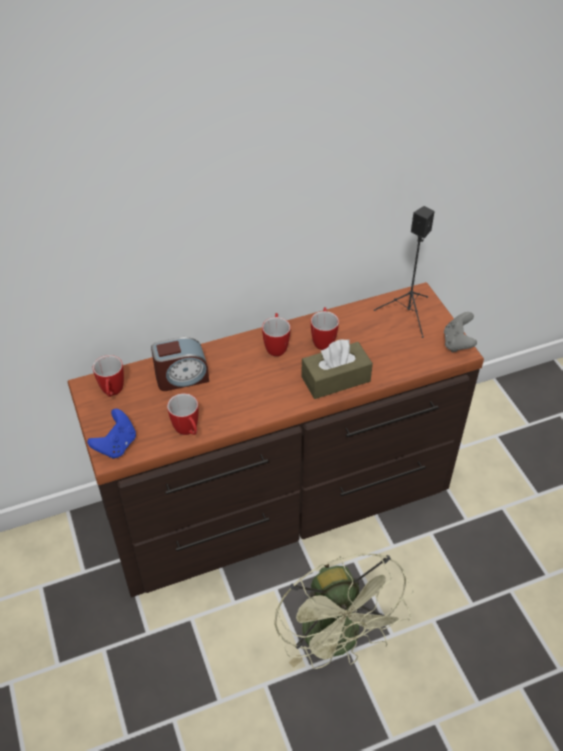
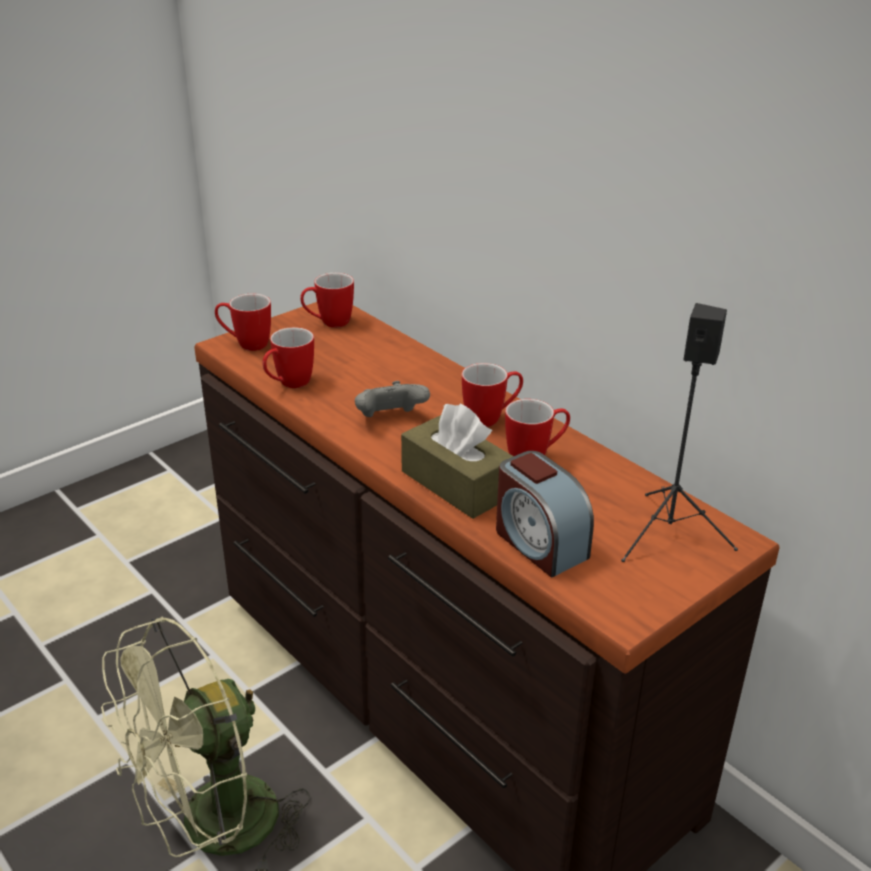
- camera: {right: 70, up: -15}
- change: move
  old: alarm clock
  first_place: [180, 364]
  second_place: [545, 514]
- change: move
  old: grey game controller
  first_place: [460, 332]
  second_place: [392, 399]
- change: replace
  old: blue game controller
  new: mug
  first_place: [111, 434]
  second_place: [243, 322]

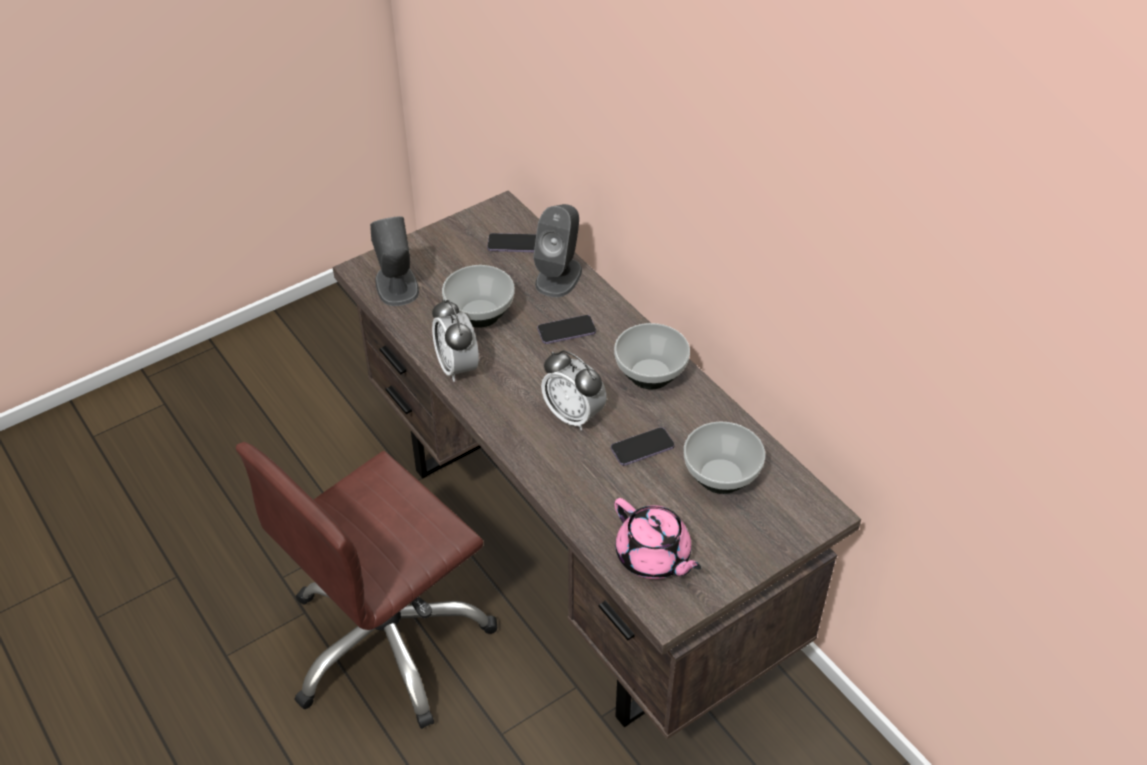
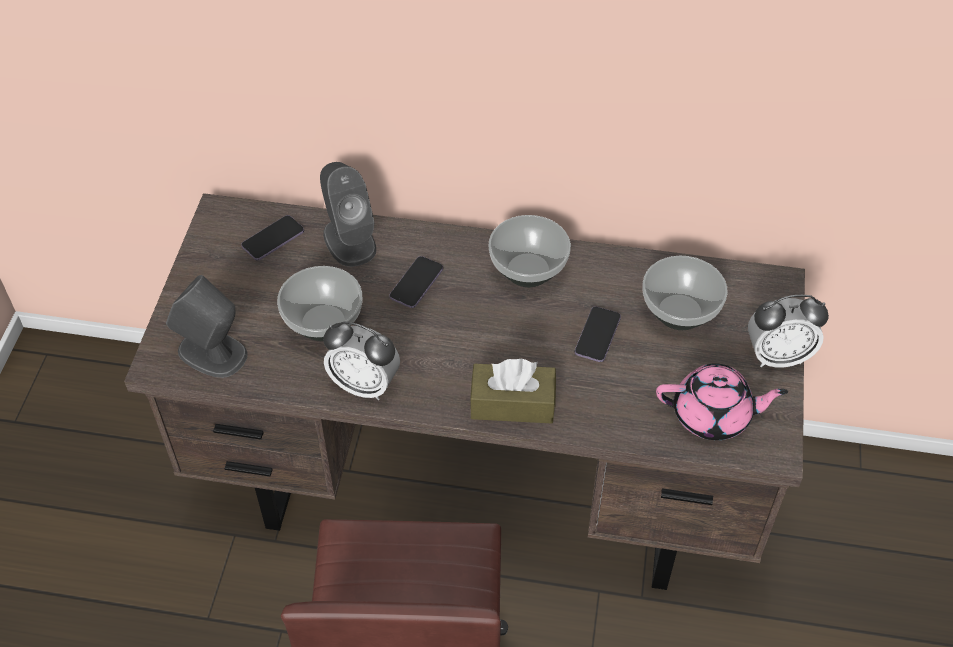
- camera: {right: -45, up: 5}
- change: insert
  new: brown tissue box
  second_place: [513, 391]
- change: move
  old: alarm clock
  first_place: [574, 390]
  second_place: [788, 331]

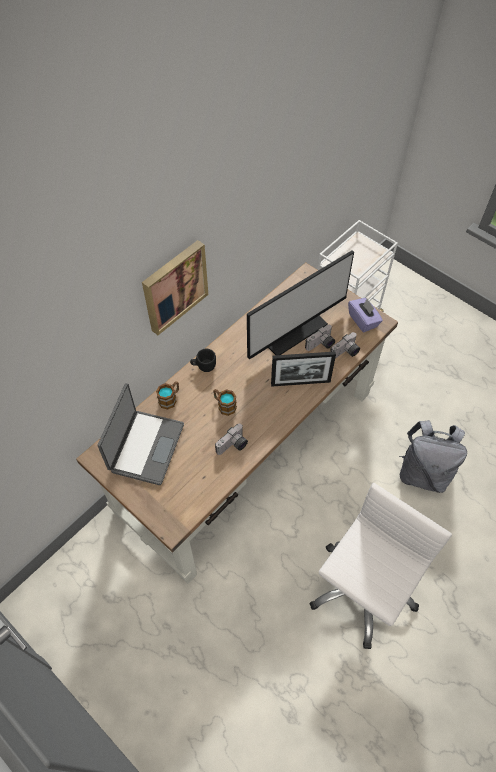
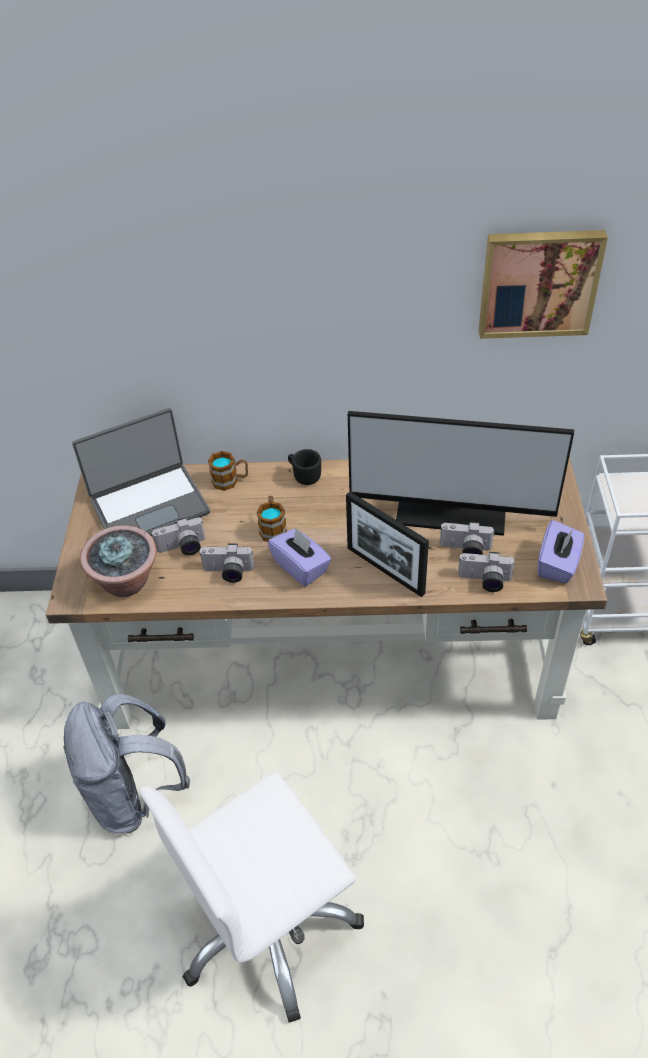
- camera: {right: 50, up: -10}
- change: insert
  new: potted plant
  second_place: [118, 561]
- change: insert
  new: photo camera
  second_place: [178, 536]
- change: insert
  new: purple tissue box
  second_place: [300, 557]
- change: move
  old: picture
  first_place: [175, 287]
  second_place: [543, 284]
- change: move
  old: grey backpack
  first_place: [433, 456]
  second_place: [127, 764]
- change: rotate
  old: white office chair
  first_place: [380, 566]
  second_place: [251, 897]
  degrees: 150

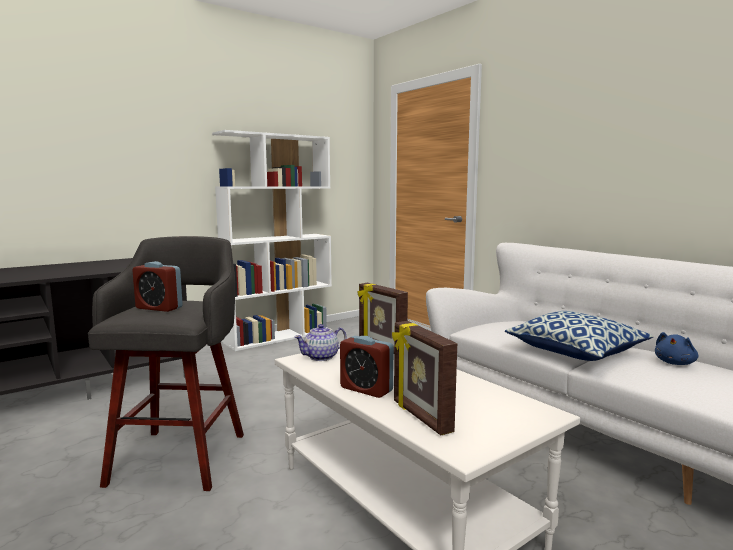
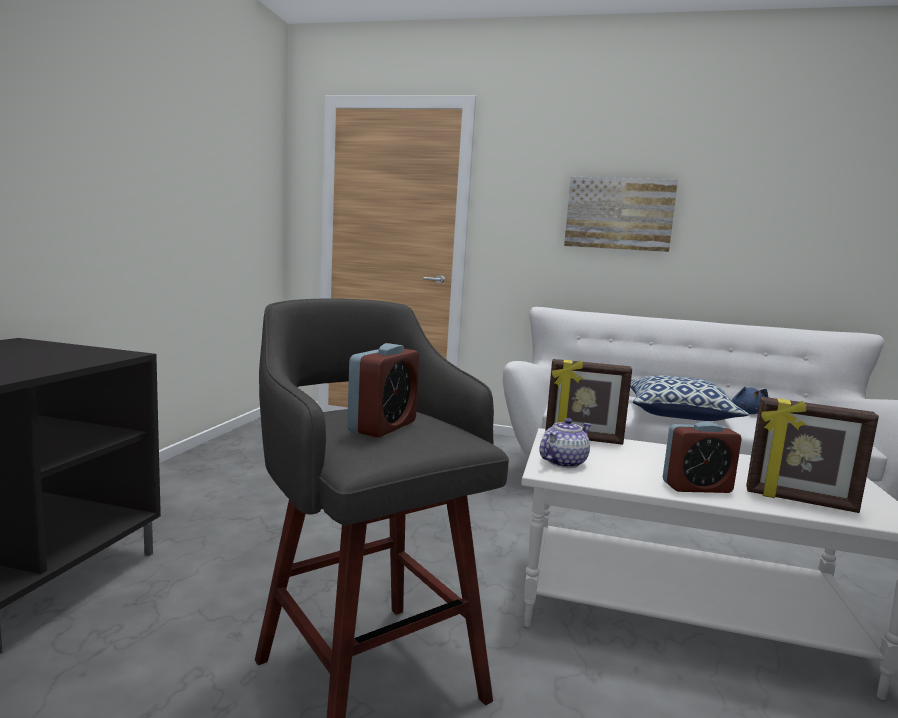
- camera: {right: -40, up: 0}
- change: delete
  old: white bookcase
  first_place: [272, 240]
- change: insert
  new: picture
  second_place: [621, 214]
- change: rotate
  old: alarm clock
  first_place: [157, 286]
  second_place: [383, 390]
  degrees: -45
- change: rotate
  old: teapot
  first_place: [320, 342]
  second_place: [565, 443]
  degrees: -150

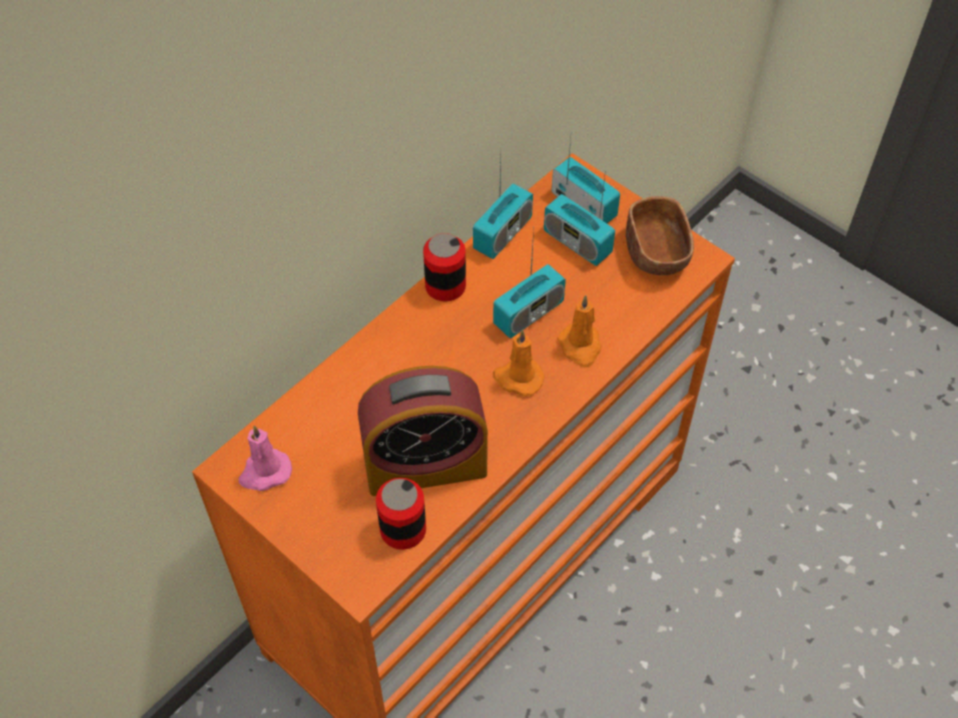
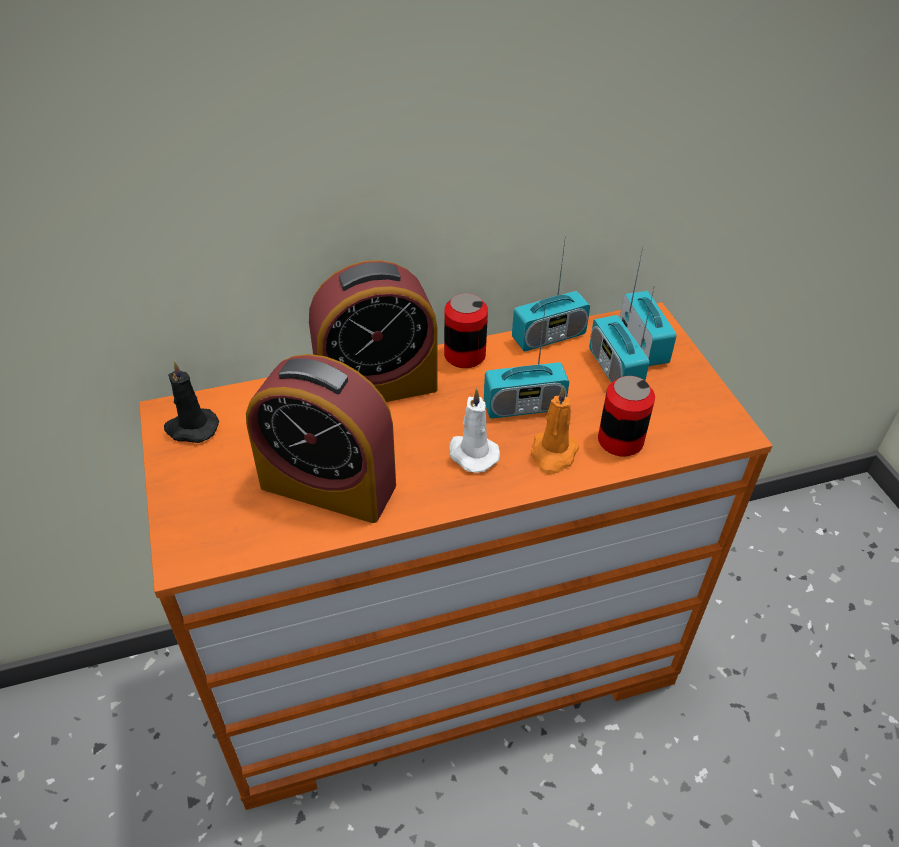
- camera: {right: 30, up: -10}
- change: delete
  old: brown bowl
  first_place: [660, 235]
- change: insert
  new: alarm clock
  second_place: [373, 331]
- change: move
  old: can
  first_place: [401, 514]
  second_place: [626, 416]
- change: recolor
  old: pink candle
  new: black candle
  first_place: [265, 458]
  second_place: [191, 402]
- change: recolor
  old: orange candle
  new: white candle
  first_place: [519, 362]
  second_place: [474, 430]

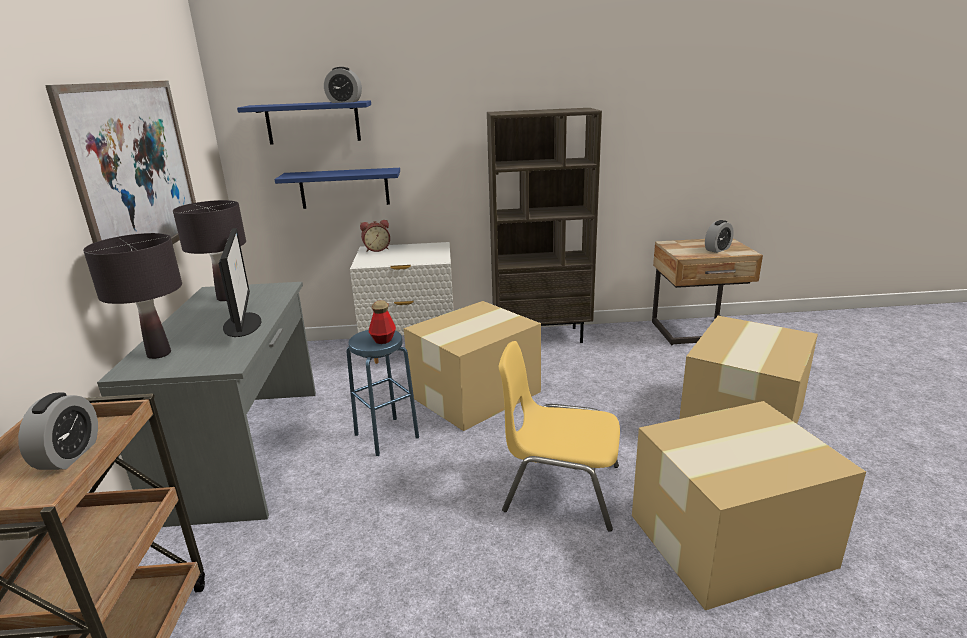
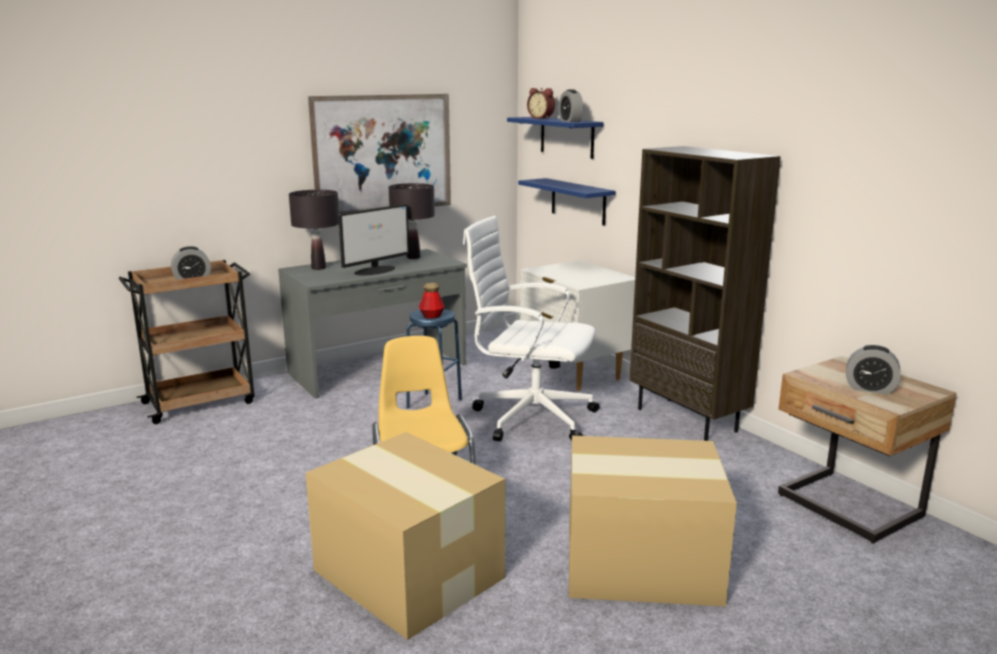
- camera: {right: 60, up: -5}
- change: move
  old: alarm clock
  first_place: [375, 236]
  second_place: [541, 103]
- change: replace
  old: cardboard box
  new: white office chair
  first_place: [472, 366]
  second_place: [531, 328]

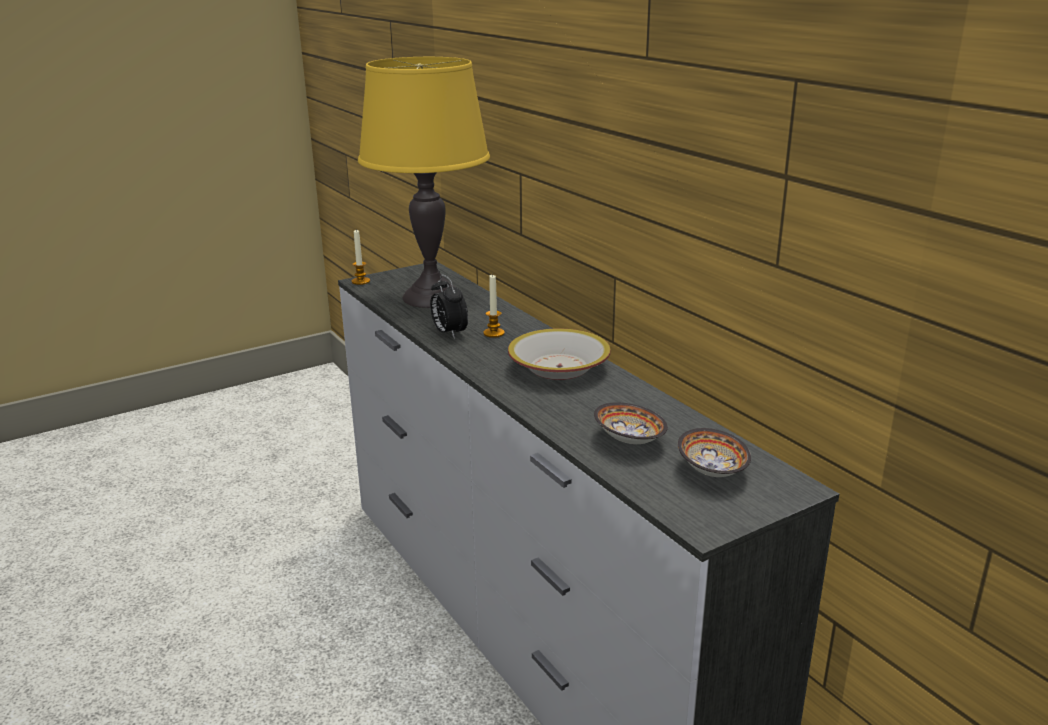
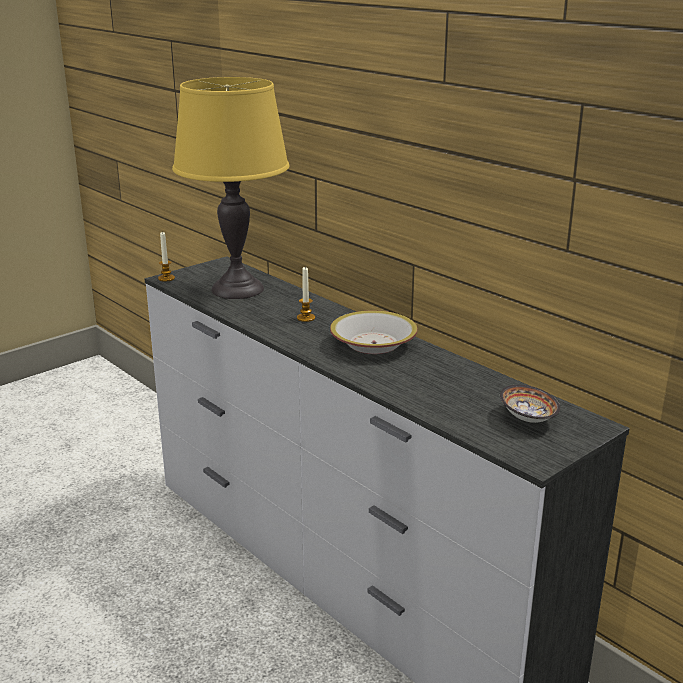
- camera: {right: -10, up: 0}
- change: delete
  old: alarm clock
  first_place: [449, 307]
- change: delete
  old: bowl
  first_place: [631, 423]

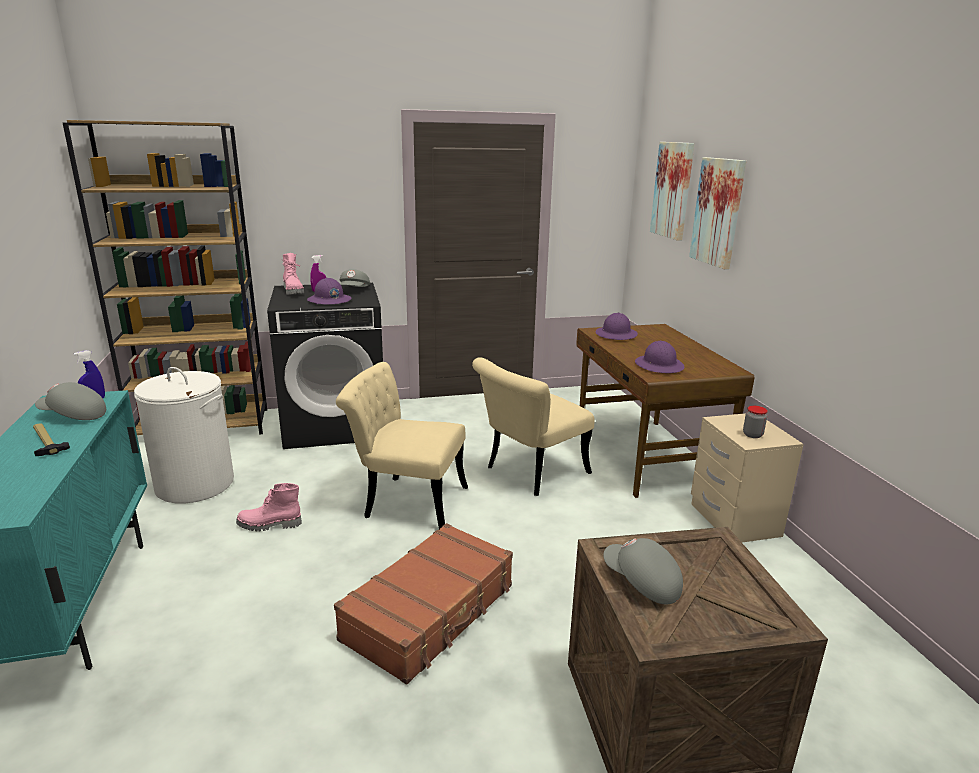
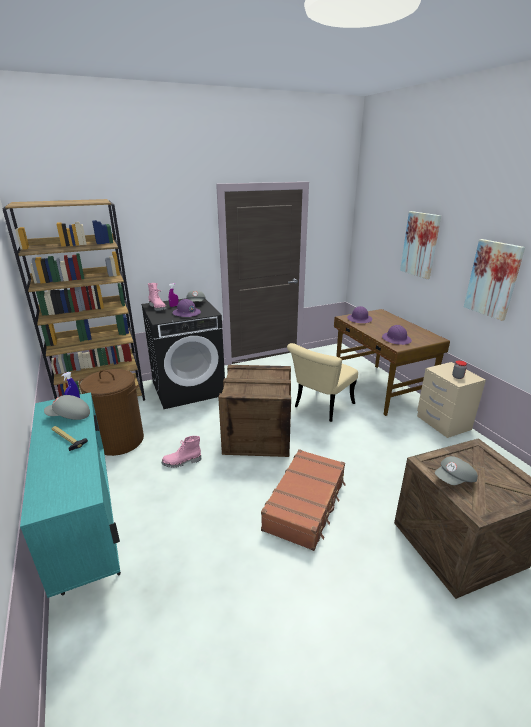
- camera: {right: -10, up: 5}
- change: move
  old: picture
  first_place: [672, 191]
  second_place: [494, 280]
- change: replace
  old: beige chair
  new: crate
  first_place: [402, 445]
  second_place: [254, 411]
- change: recolor
  old: white laundry basket
  new: brown laundry basket
  first_place: [184, 435]
  second_place: [111, 412]
- change: rotate
  old: grey cap
  first_place: [643, 571]
  second_place: [456, 470]
  degrees: -60

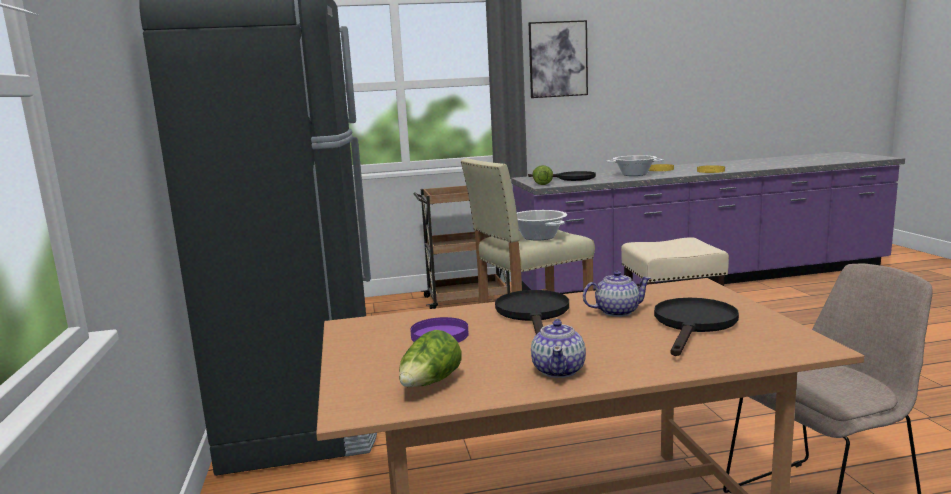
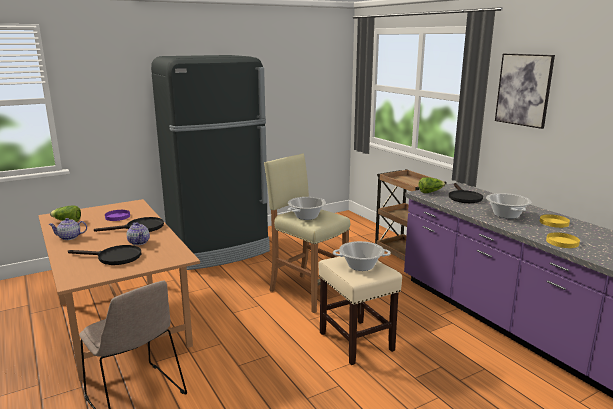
- camera: {right: 70, up: 5}
- change: insert
  new: cooking pot
  second_place: [362, 256]

